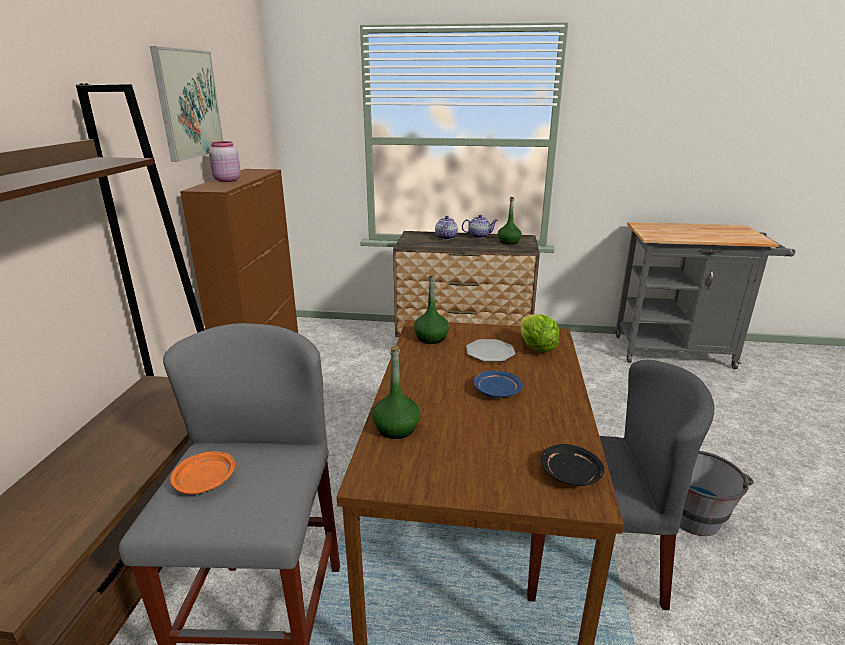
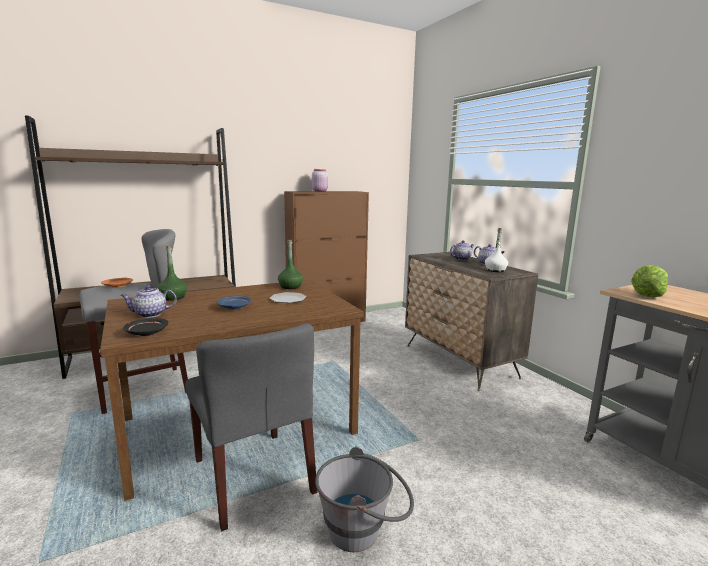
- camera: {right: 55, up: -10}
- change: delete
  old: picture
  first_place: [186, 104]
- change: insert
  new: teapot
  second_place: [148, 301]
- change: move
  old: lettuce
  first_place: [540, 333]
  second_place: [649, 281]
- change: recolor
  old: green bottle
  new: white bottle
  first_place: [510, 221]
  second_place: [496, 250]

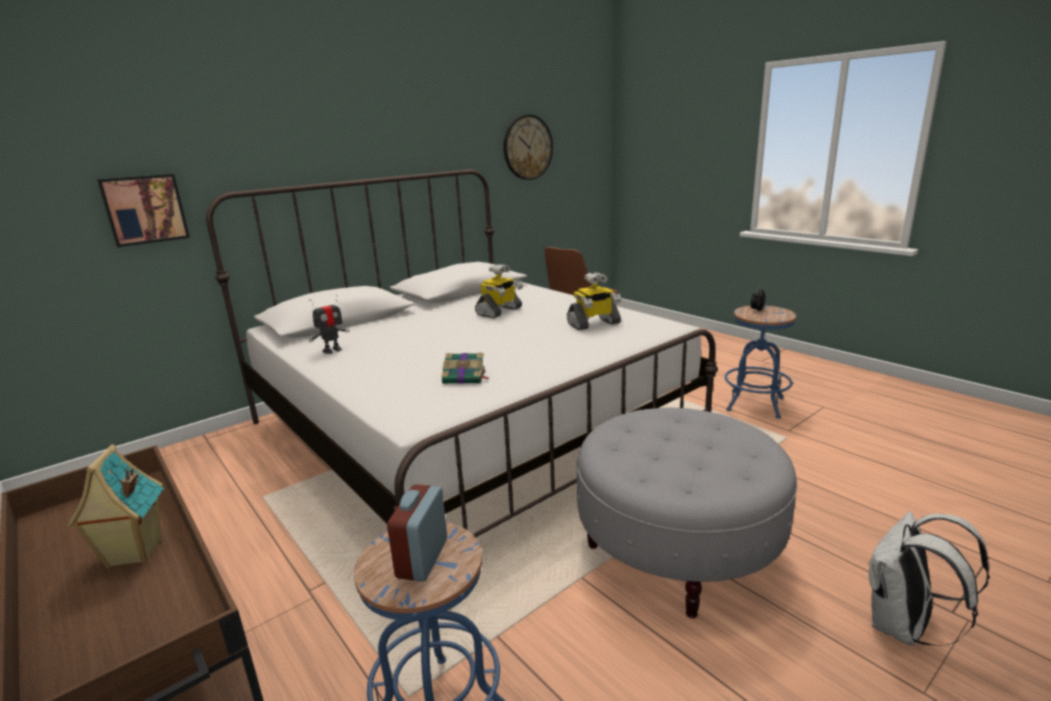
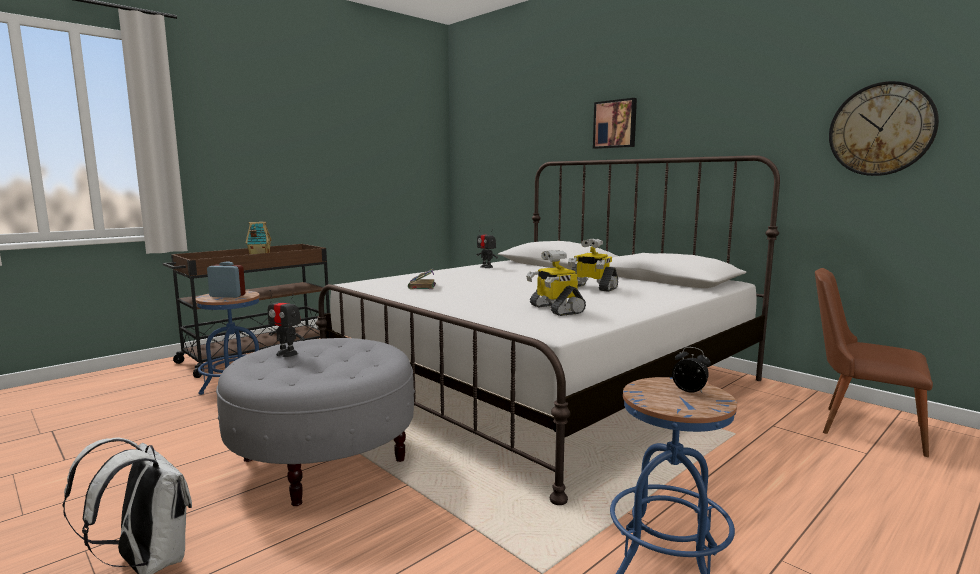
- camera: {right: 85, up: -10}
- change: insert
  new: toy robot
  second_place: [286, 323]
- change: move
  old: picture
  first_place: [143, 210]
  second_place: [615, 123]

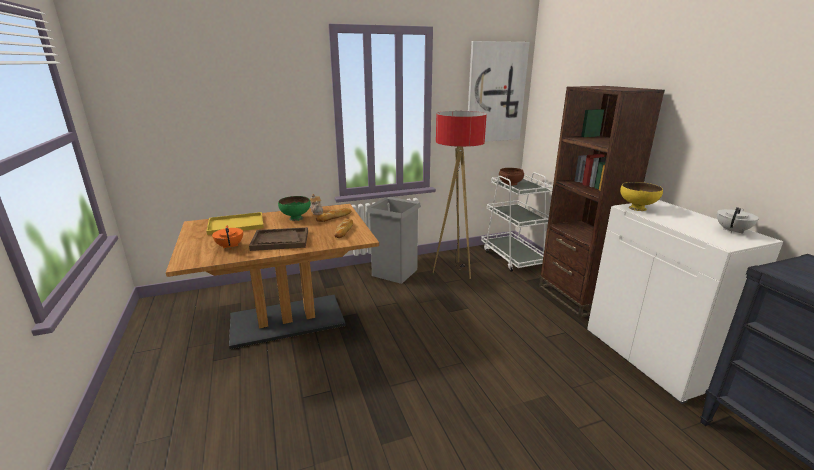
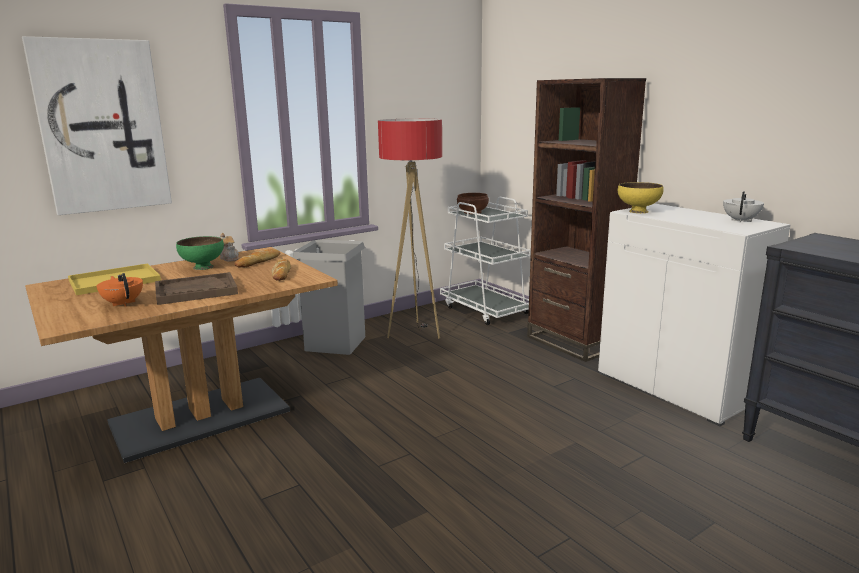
- camera: {right: -15, up: -5}
- change: move
  old: picture
  first_place: [499, 91]
  second_place: [97, 125]

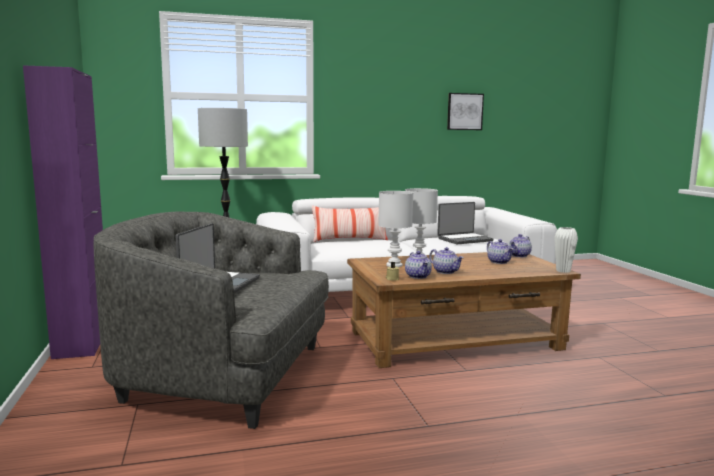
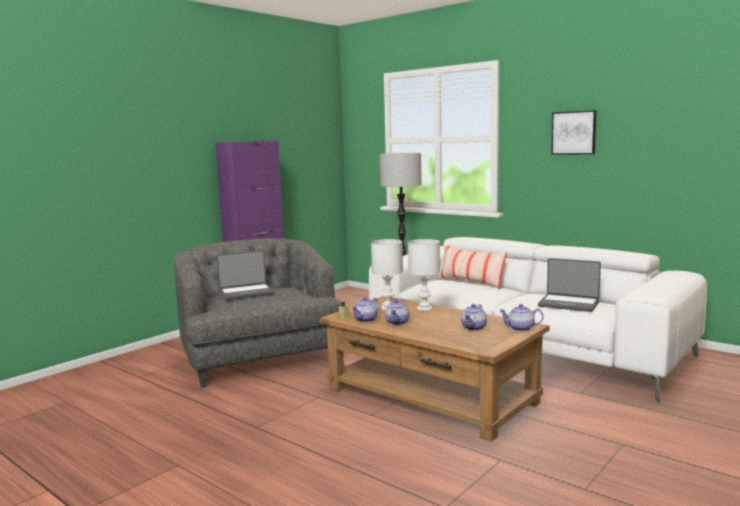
- camera: {right: 55, up: 0}
- change: delete
  old: white vase
  first_place: [566, 250]
- change: move
  old: picture
  first_place: [465, 111]
  second_place: [573, 132]

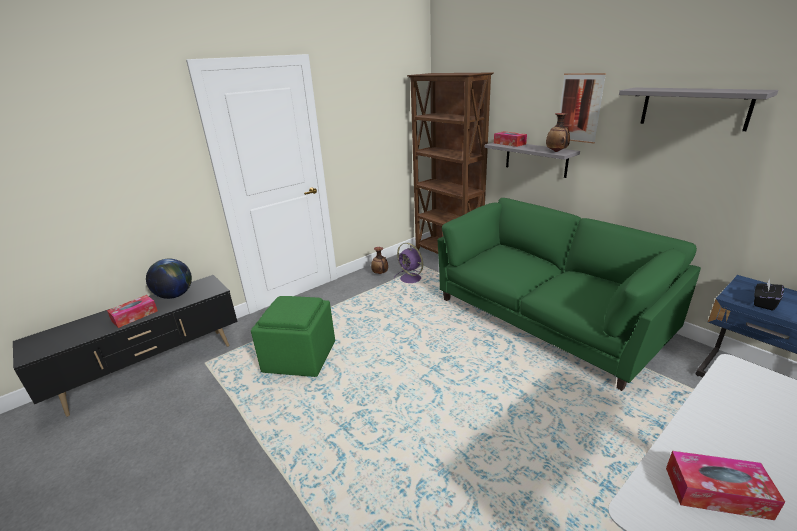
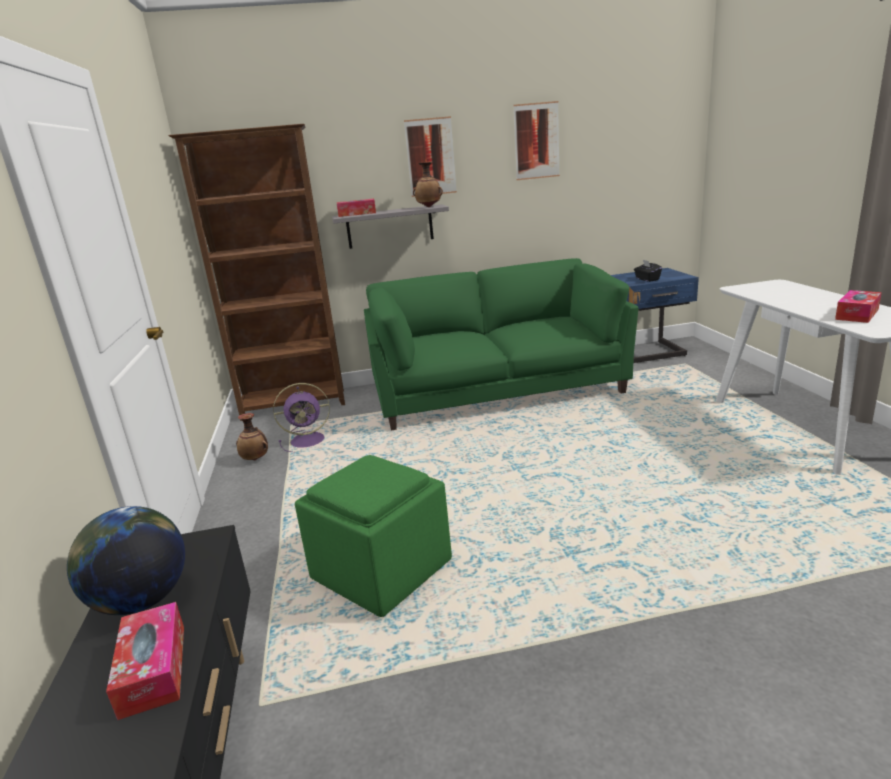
- camera: {right: -60, up: -5}
- change: replace
  old: grey shelf
  new: picture
  first_place: [698, 109]
  second_place: [536, 140]

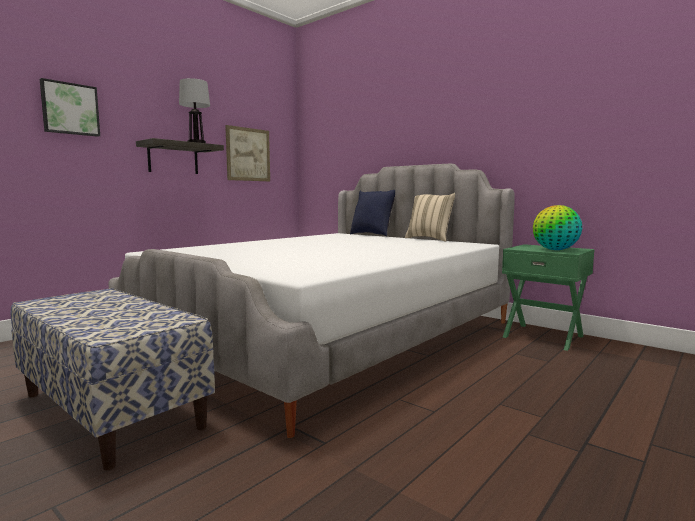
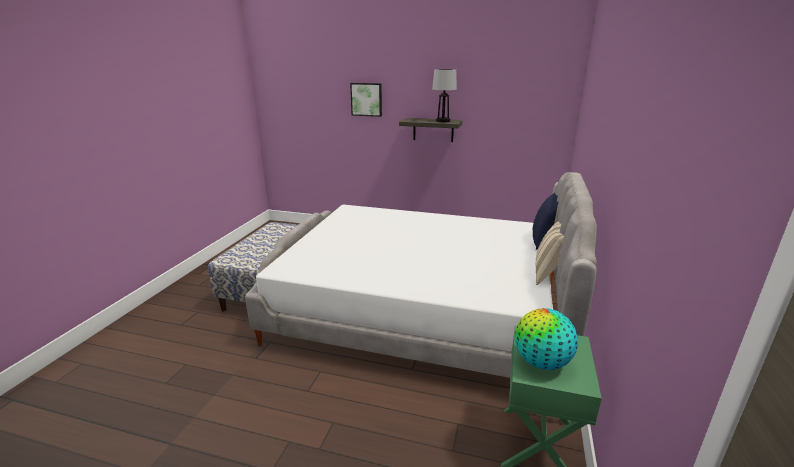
- camera: {right: 65, up: 15}
- change: delete
  old: picture
  first_place: [247, 153]

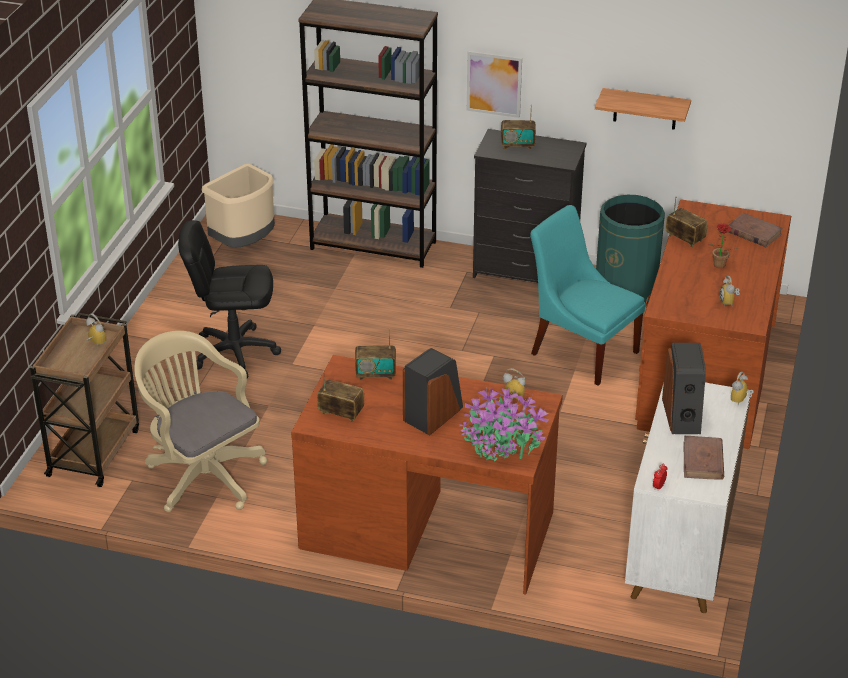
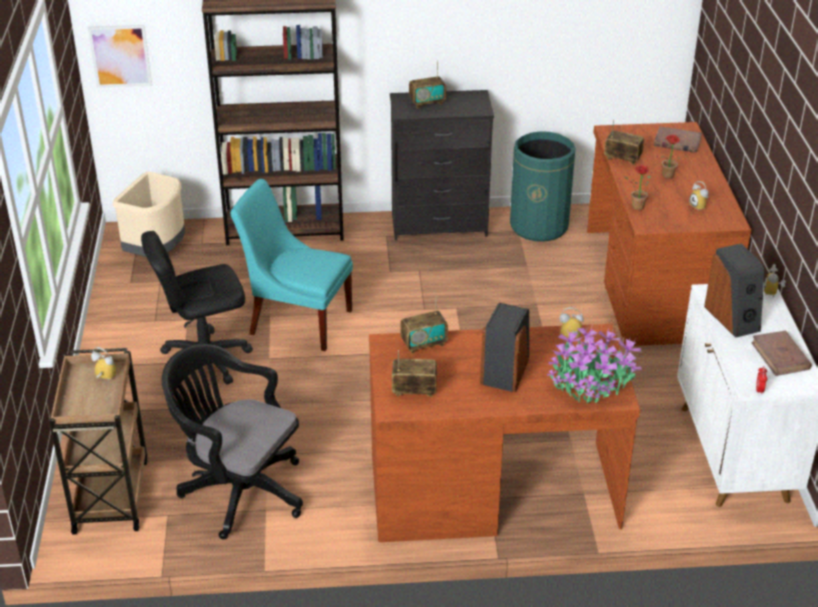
- camera: {right: -20, up: 0}
- change: delete
  old: shelf
  first_place: [643, 109]
- change: insert
  new: potted plant
  second_place: [637, 187]
- change: move
  old: picture
  first_place: [494, 84]
  second_place: [120, 56]
- change: move
  old: turquoise chair
  first_place: [587, 295]
  second_place: [291, 265]
- change: recolor
  old: beige office chair
  new: black office chair
  first_place: [200, 421]
  second_place: [232, 442]

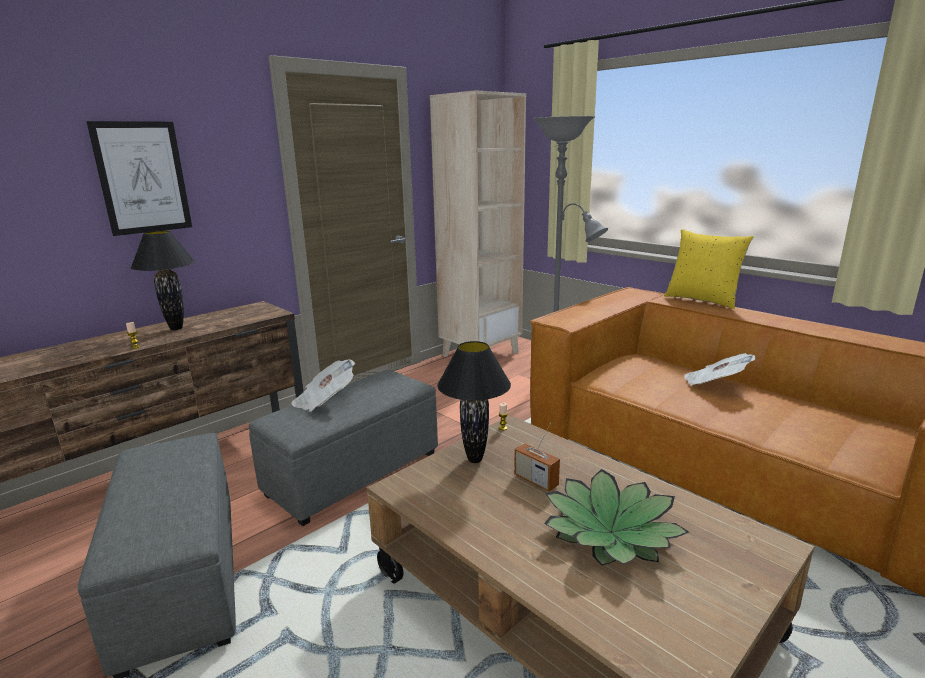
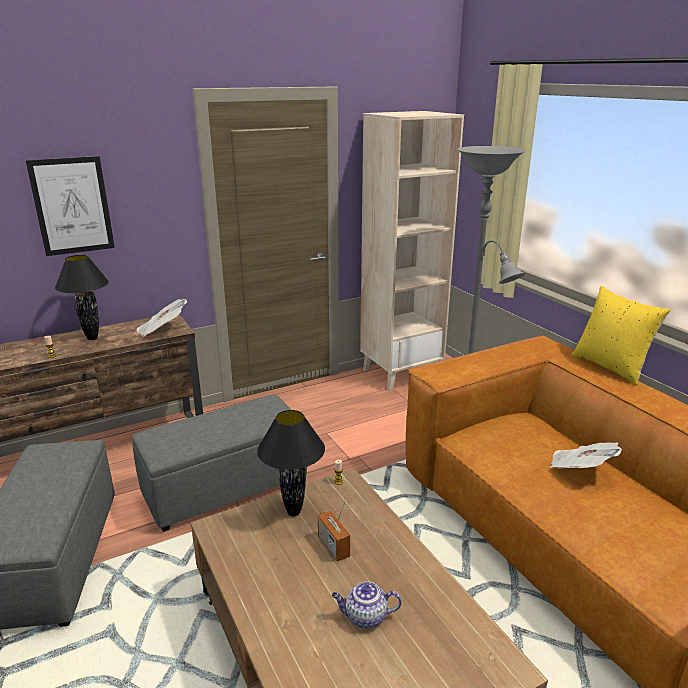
- camera: {right: 15, up: 5}
- change: move
  old: newspaper
  first_place: [323, 385]
  second_place: [161, 318]
- change: replace
  old: potted plant
  new: teapot
  first_place: [616, 517]
  second_place: [367, 605]

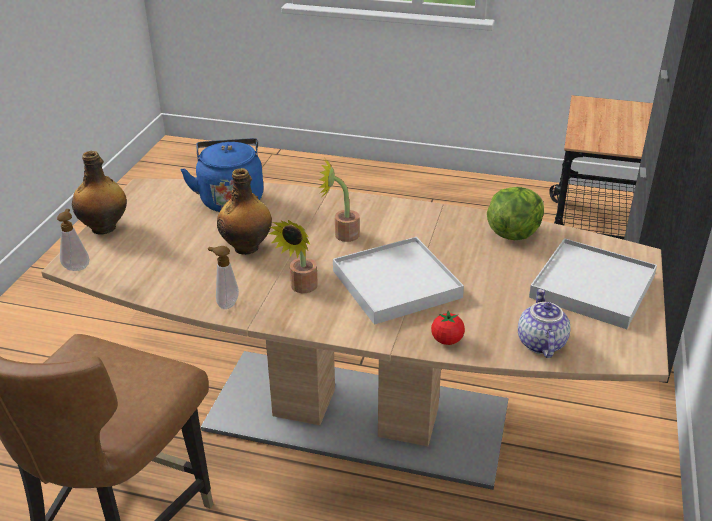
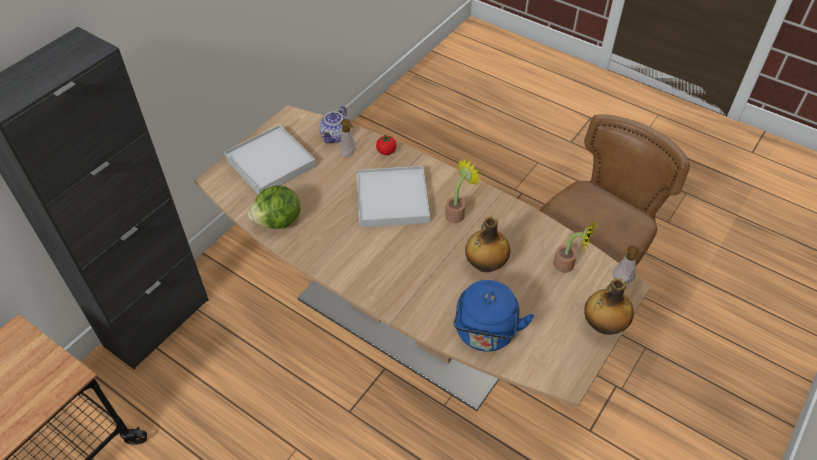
- camera: {right: -160, up: 15}
- change: move
  old: soap dispenser
  first_place: [223, 277]
  second_place: [348, 138]
- change: move
  old: potted plant
  first_place: [339, 200]
  second_place: [576, 247]

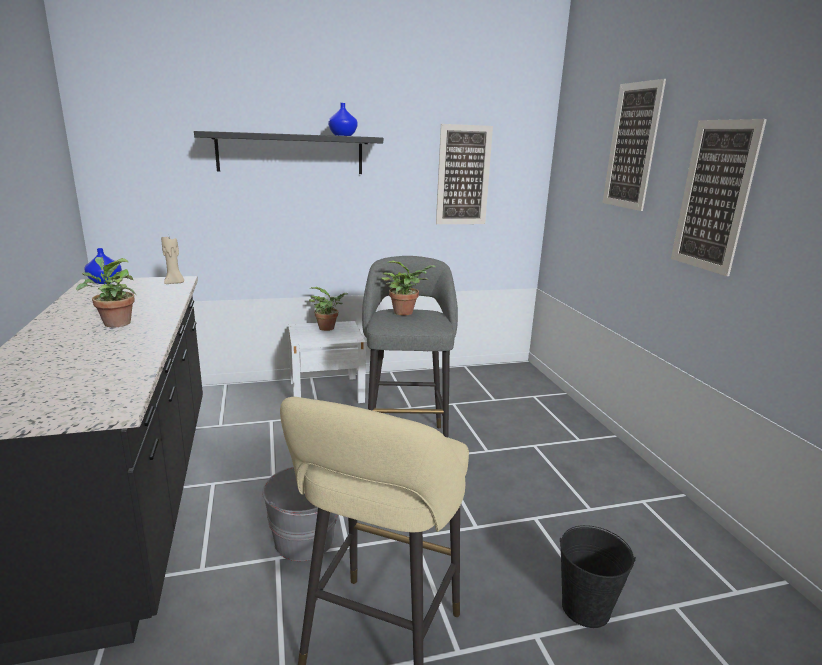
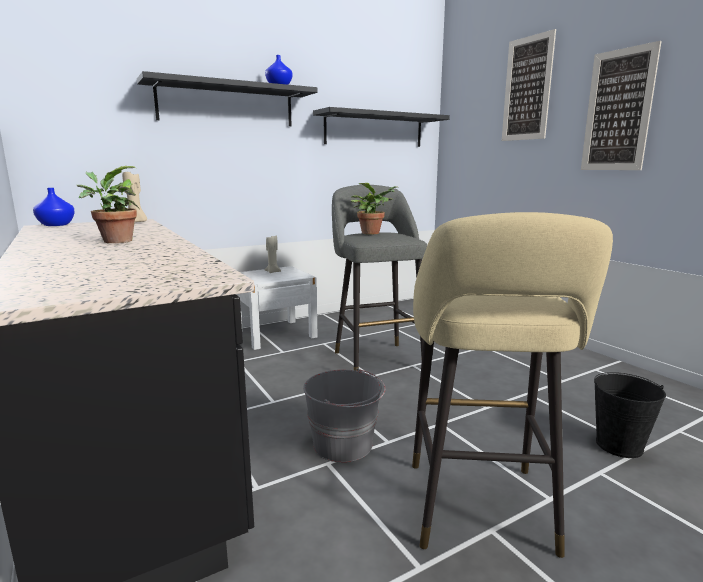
- camera: {right: -15, up: -5}
- change: replace
  old: potted plant
  new: beige candle
  first_place: [328, 309]
  second_place: [273, 254]
- change: replace
  old: picture
  new: black shelf
  first_place: [464, 174]
  second_place: [381, 127]

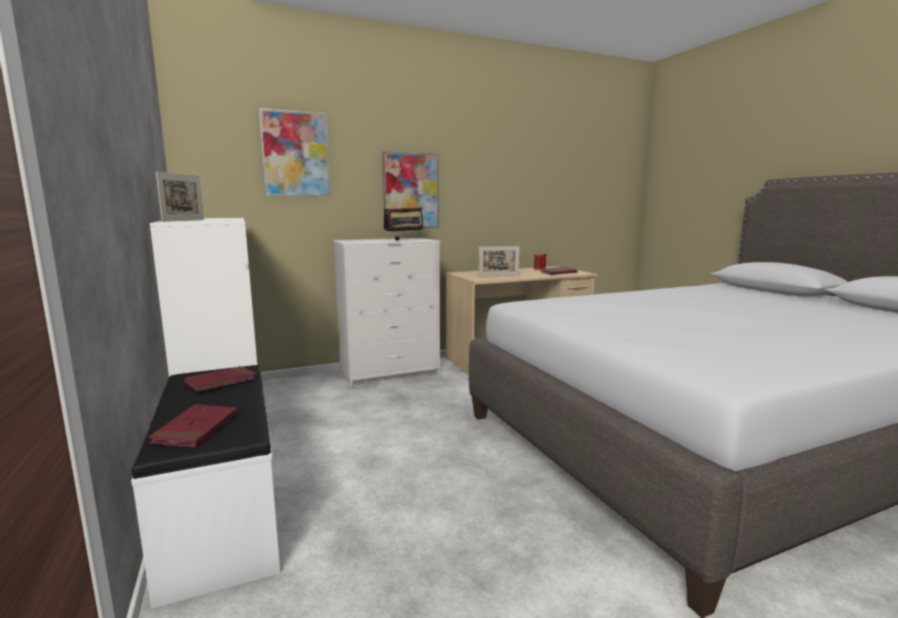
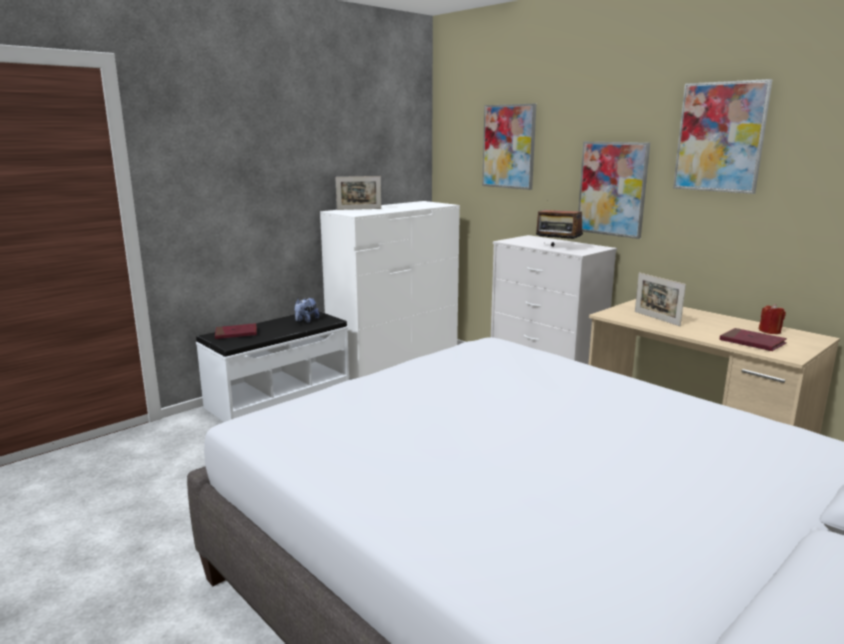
- camera: {right: 70, up: 5}
- change: insert
  new: picture
  second_place: [723, 136]
- change: replace
  old: red book
  new: plush toy
  first_place: [220, 379]
  second_place: [306, 310]

